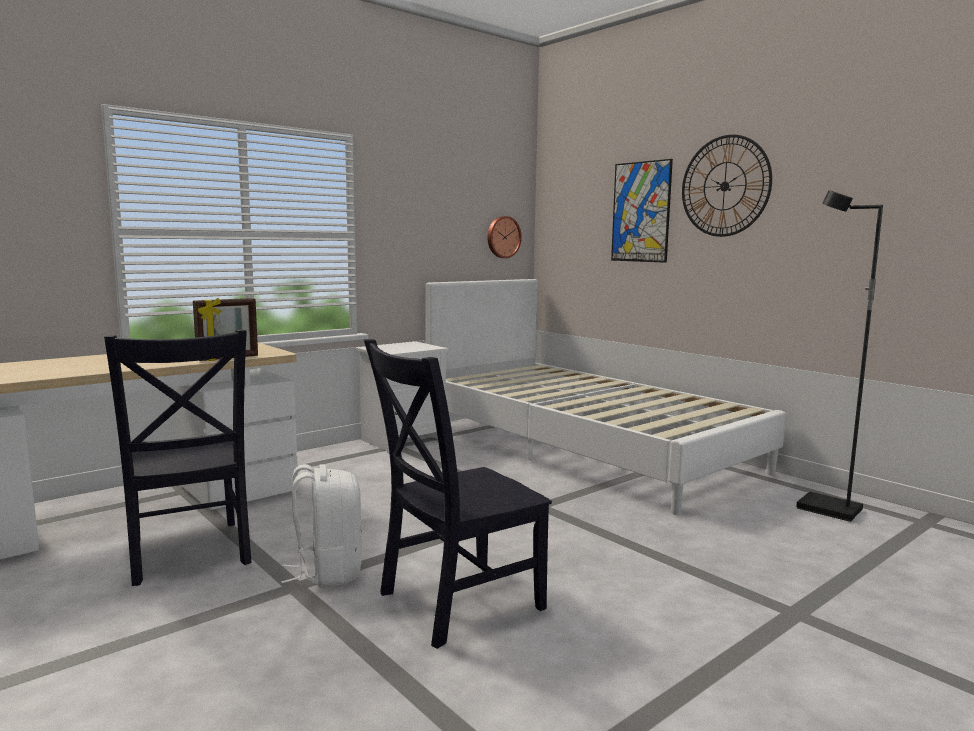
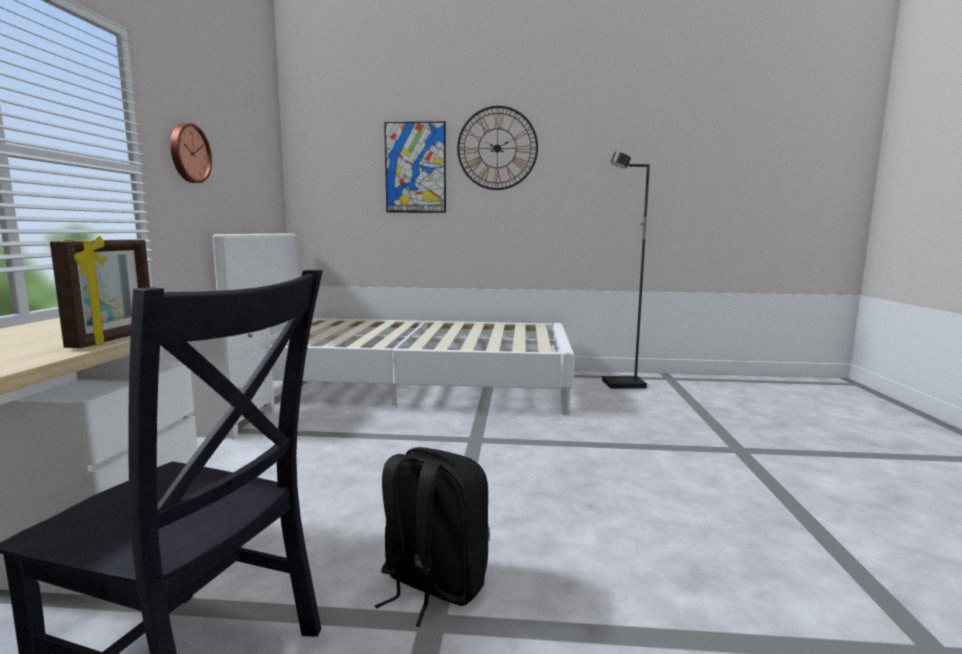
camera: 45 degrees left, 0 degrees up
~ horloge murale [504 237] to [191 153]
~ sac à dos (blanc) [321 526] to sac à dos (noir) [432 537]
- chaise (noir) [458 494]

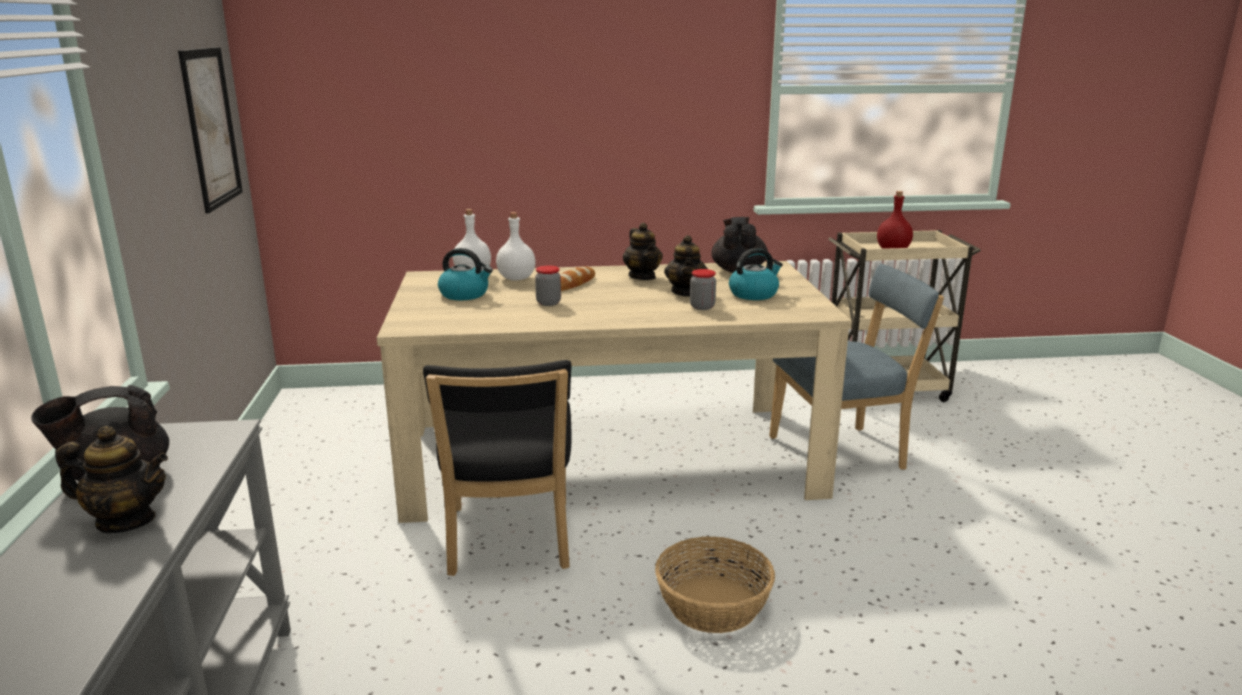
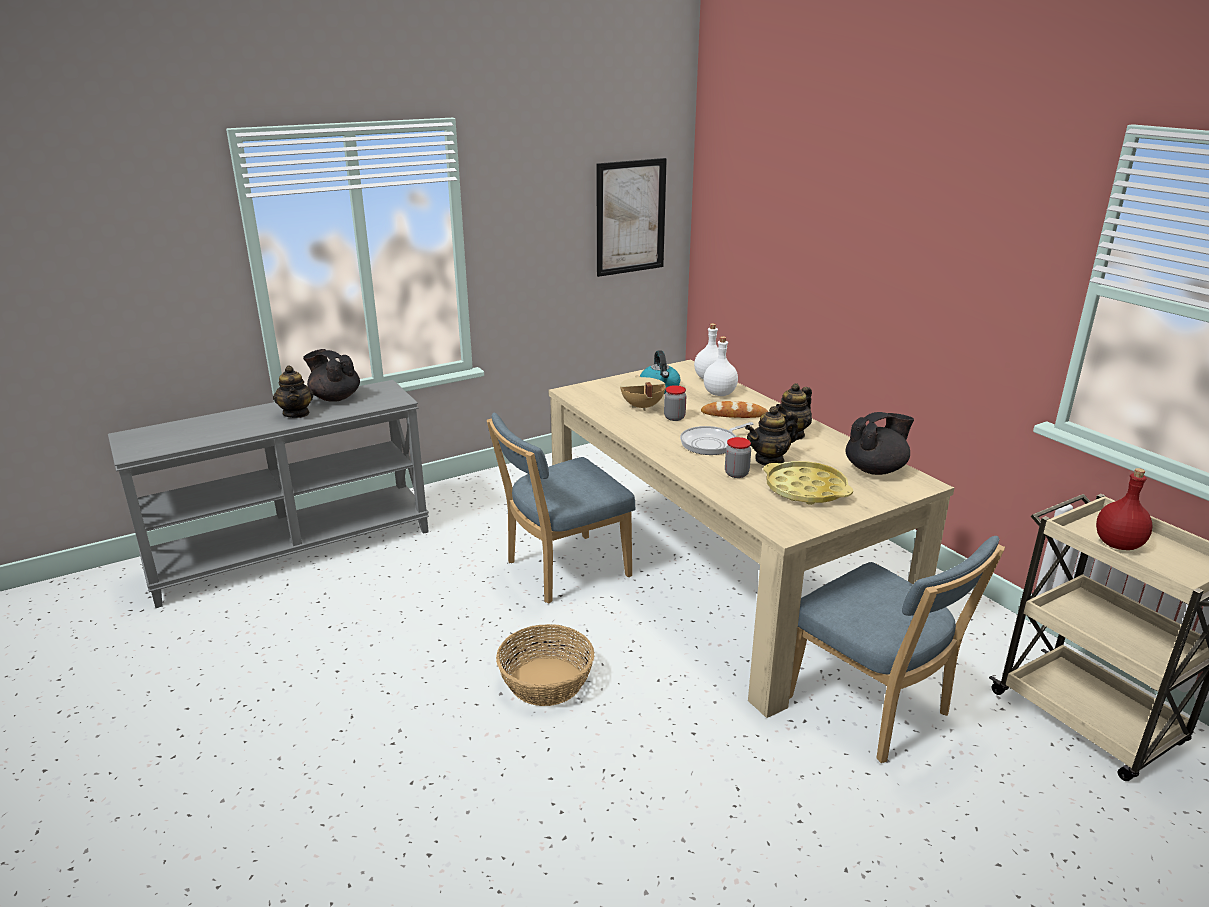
camera: 65 degrees right, 5 degrees up
~ chaise (noir) [497 468] to chaise (bleu) [561 508]
+ marmite (beige) [643 393]
+ poêle [717 438]
~ bouilloire [756 274] to plateau (jaune) [808 483]

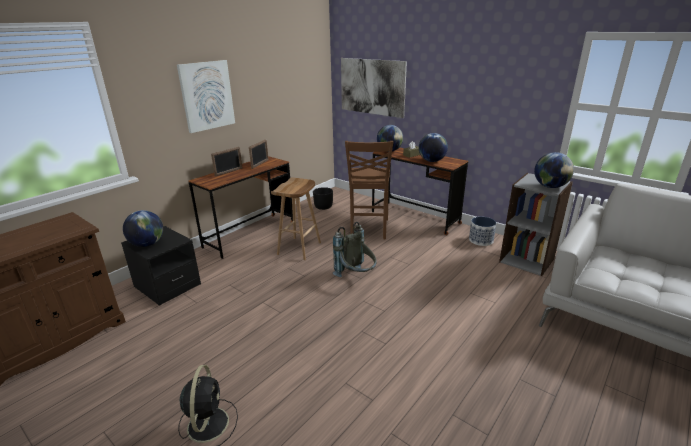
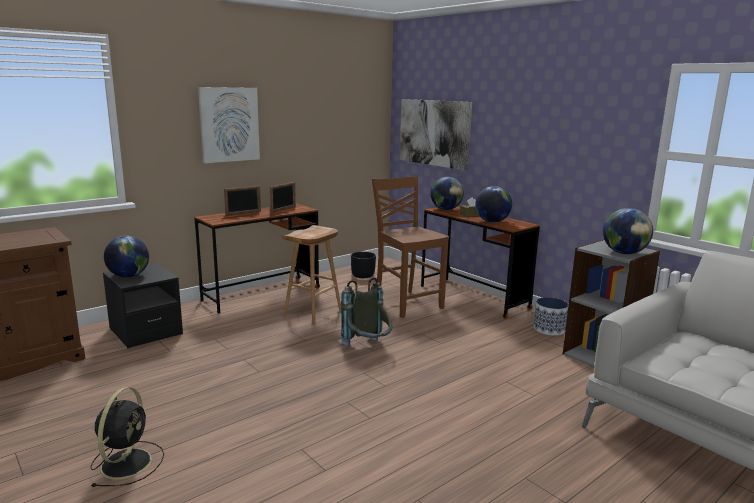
camera: 10 degrees right, 10 degrees down
~ chaise (marron) [369 190] = [410 247] 135 degrees clockwise

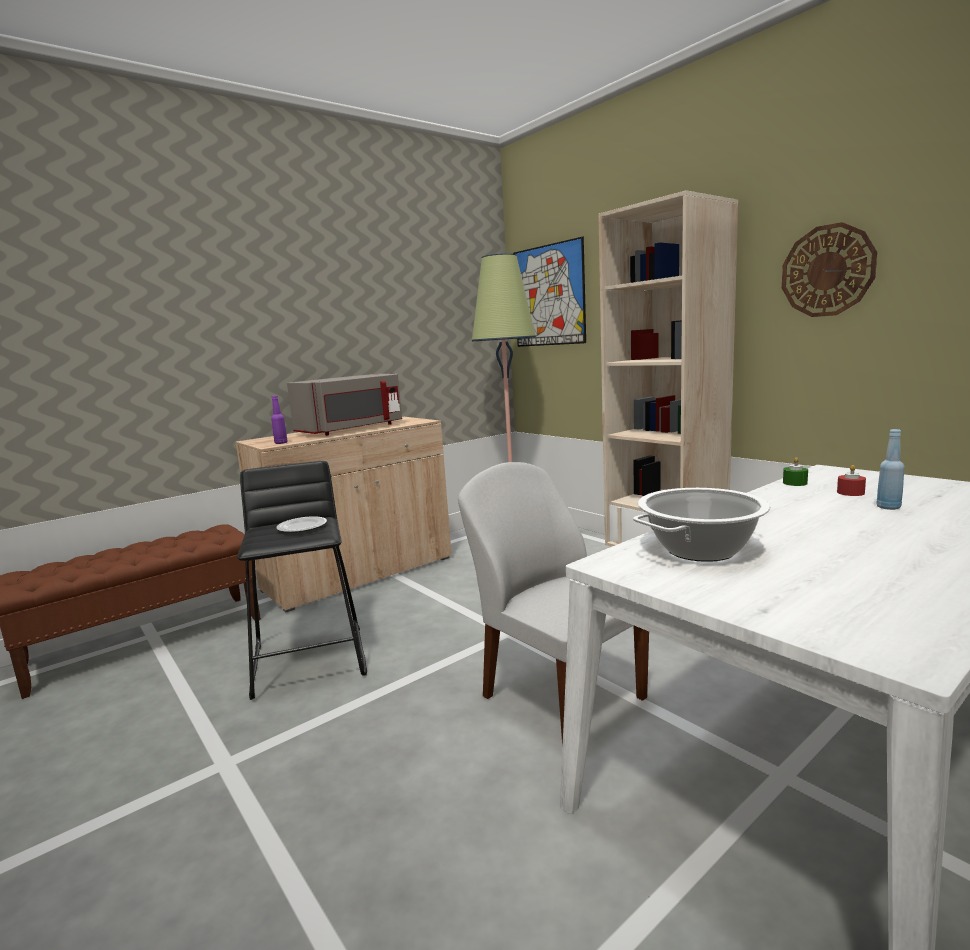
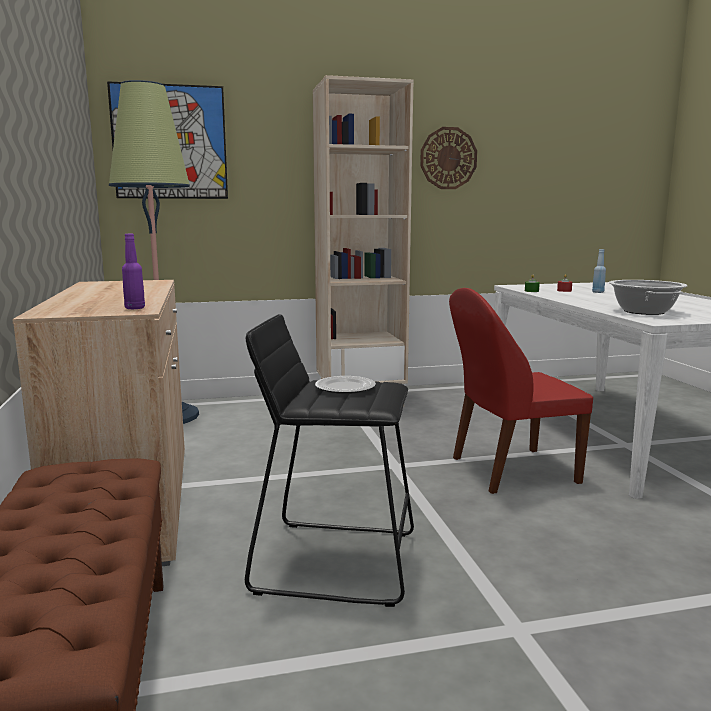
camera: 65 degrees left, 0 degrees up
~ chaise (blanc) [553 604] to chaise (rouge) [521 391]
- micro-ondes (gris) [344 405]

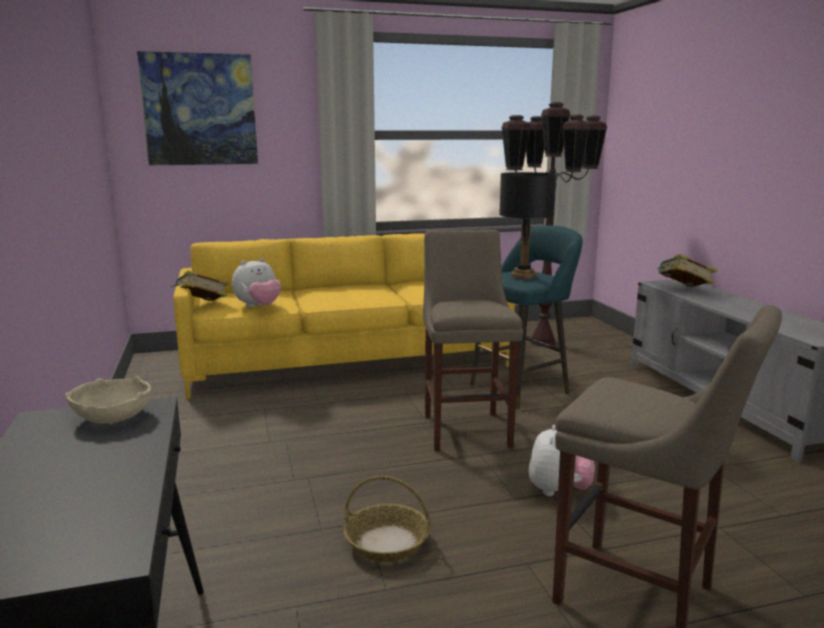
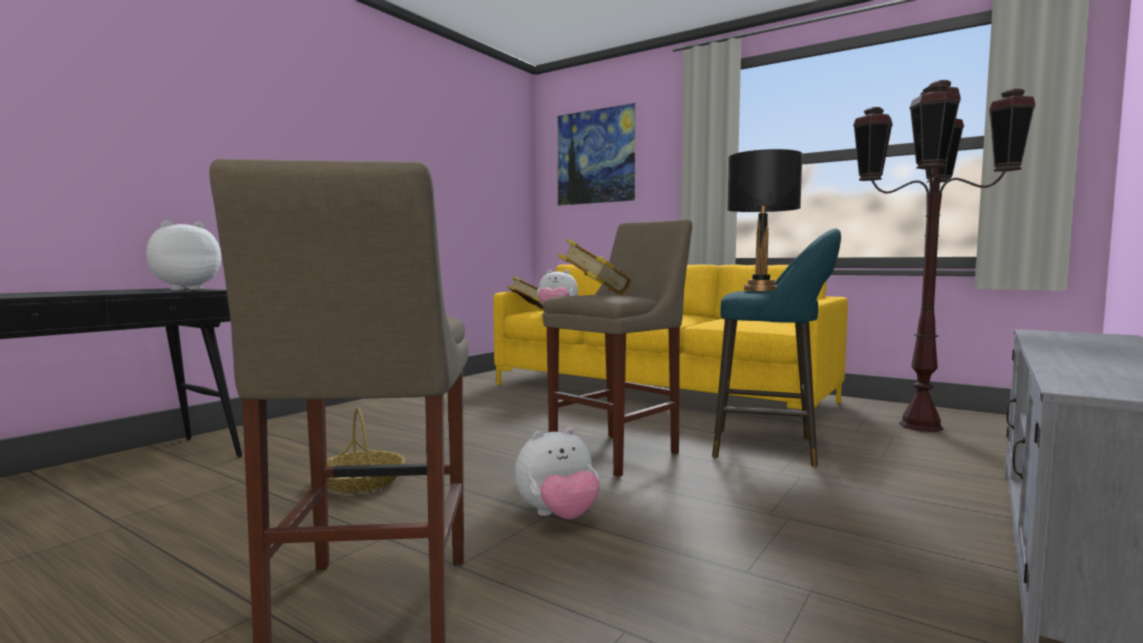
camera: 50 degrees right, 10 degrees down
~ bol (beige) [108 400] to peluche [183 256]
~ livre [687 270] to [594 266]

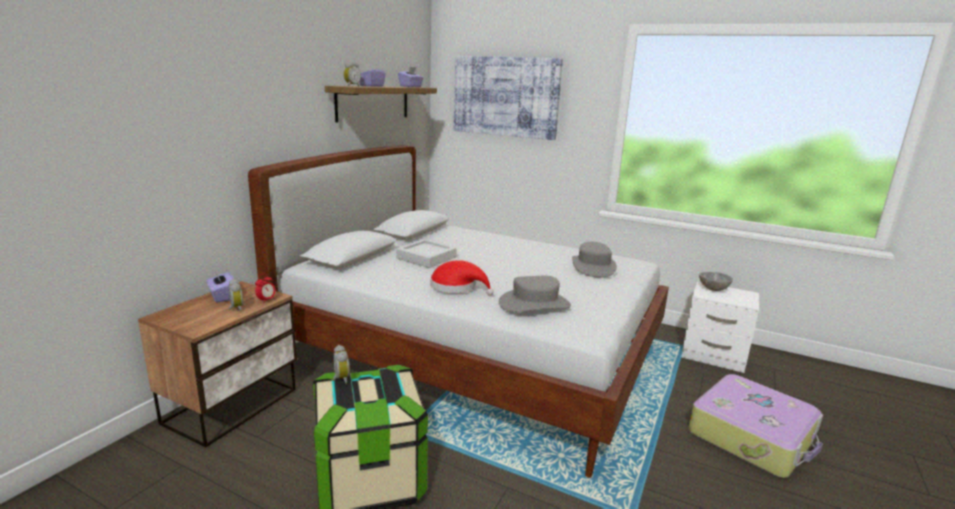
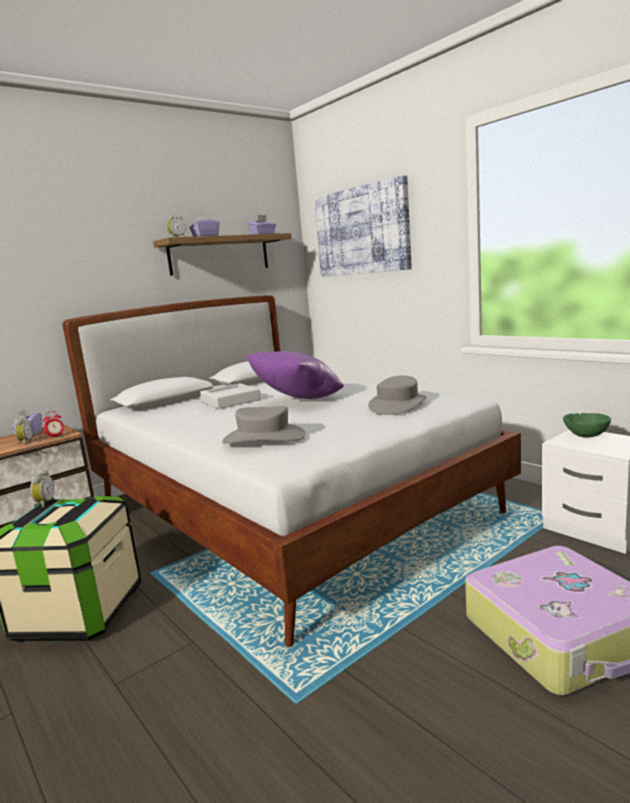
camera: 25 degrees right, 5 degrees down
+ coussin (violet) [295 375]
~ bol (gris) [716 281] to bol (vert) [587 425]
- chapeau (rouge) [461 278]

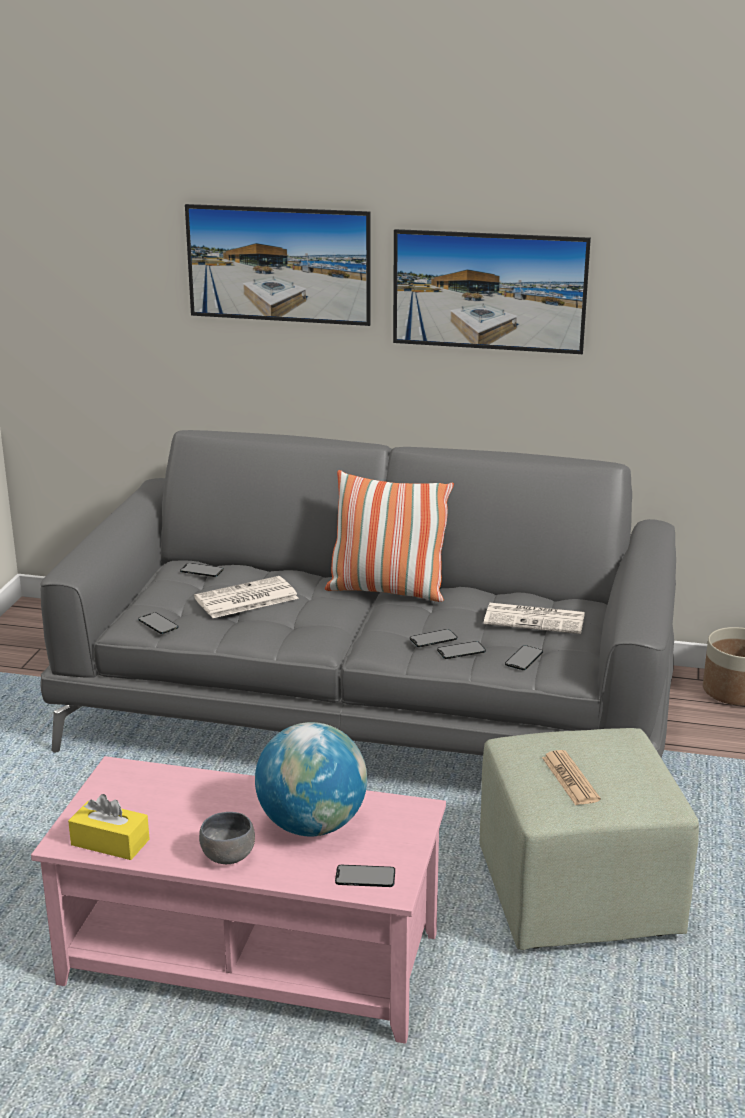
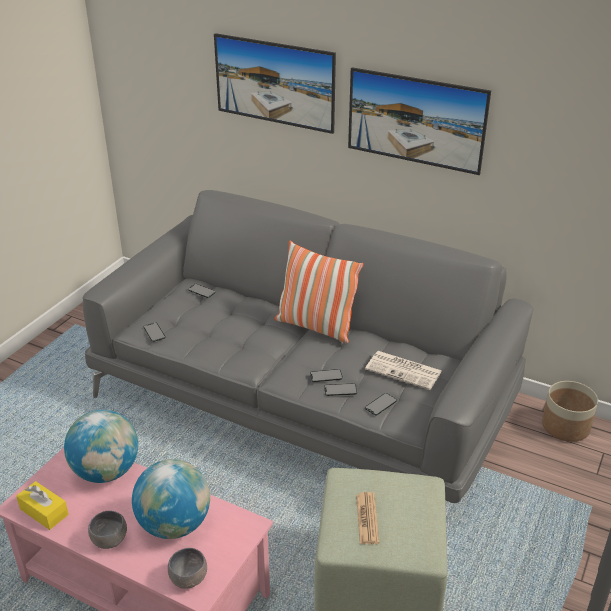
camera: 15 degrees right, 10 degrees up
+ globe [101 446]
~ téléphone [365 876] to bol (gris) [187 568]
- journal [246 597]

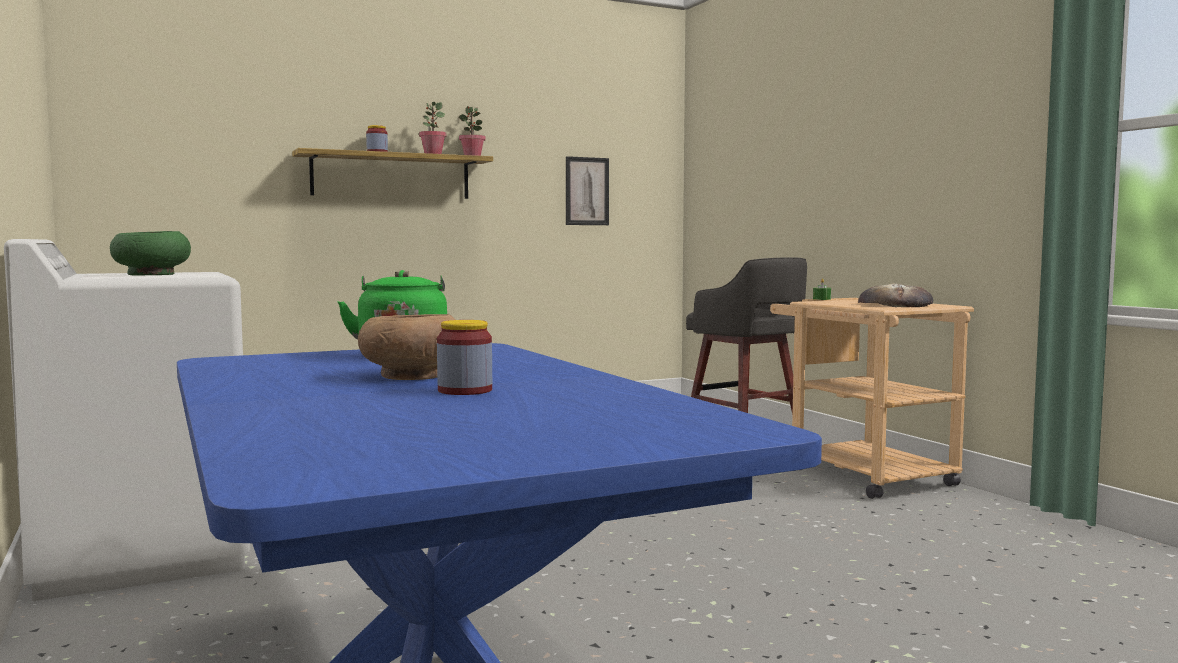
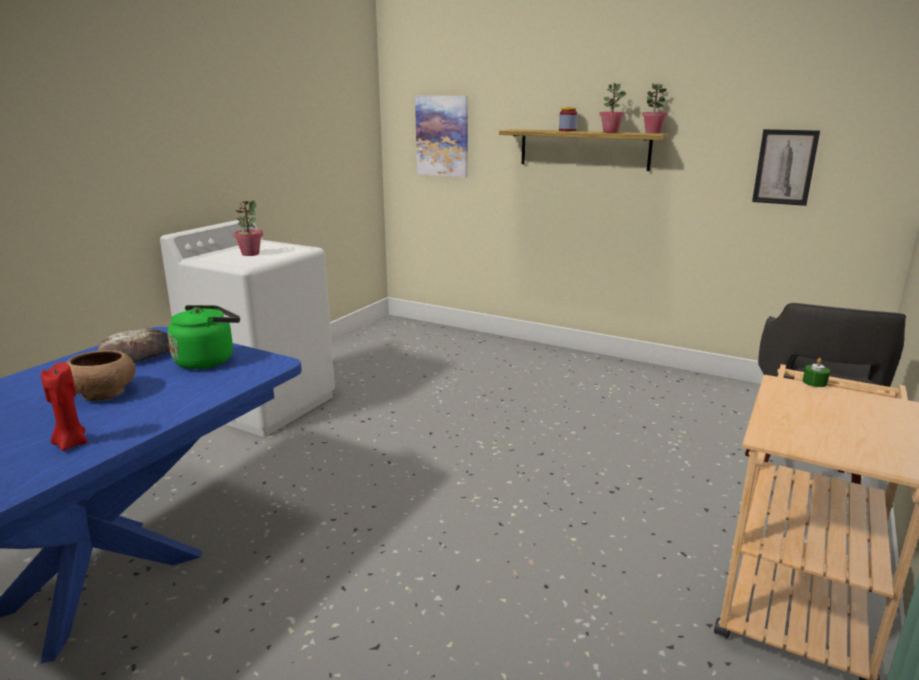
camera: 55 degrees right, 15 degrees up
+ bougie (rouge) [64 406]
~ pain [895 295] to [133 346]
~ bol (vert) [150 253] to plante en pot [248 228]
+ tableau [441 136]
- bocal [464 357]

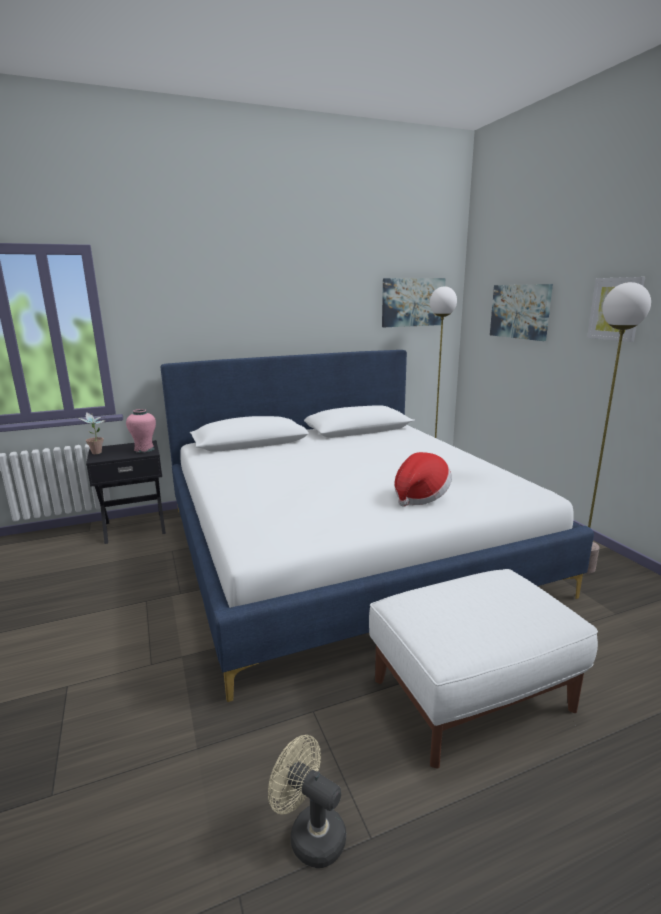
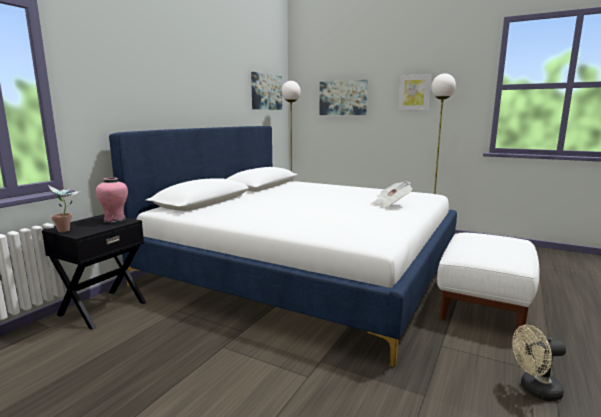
camera: 40 degrees left, 5 degrees down
~ chapeau [423 479] to journal [391 194]

